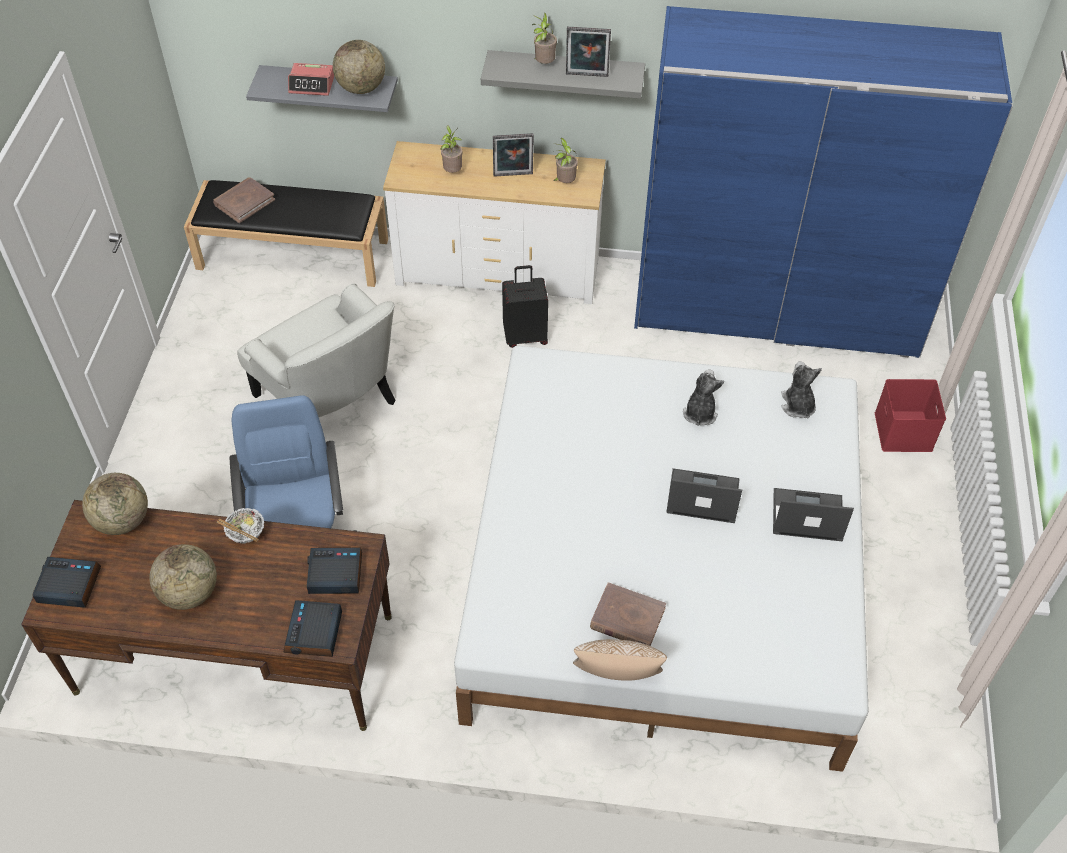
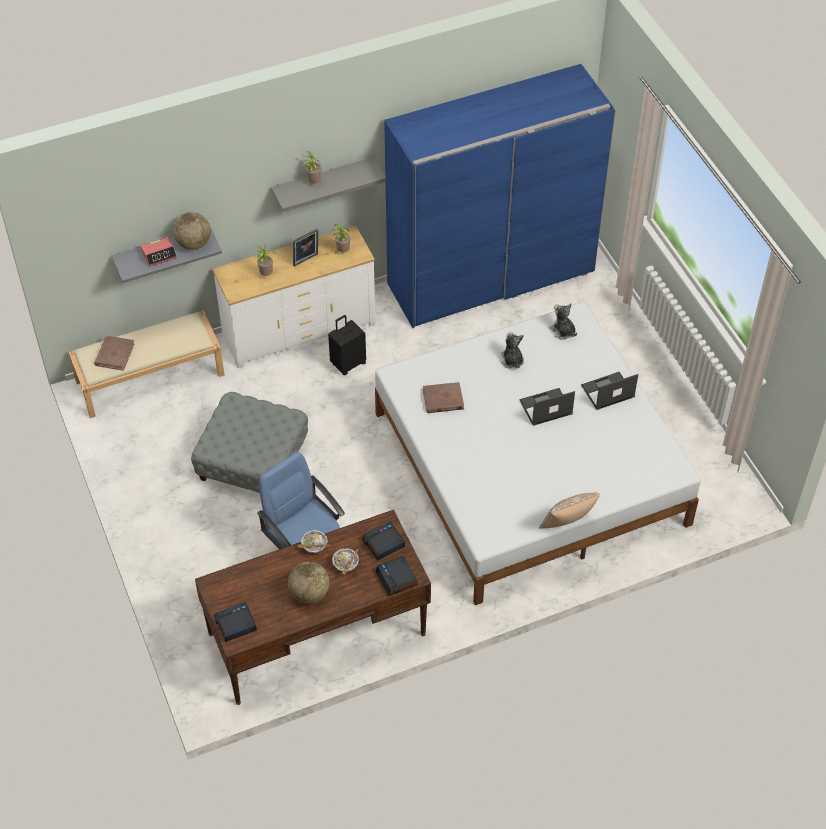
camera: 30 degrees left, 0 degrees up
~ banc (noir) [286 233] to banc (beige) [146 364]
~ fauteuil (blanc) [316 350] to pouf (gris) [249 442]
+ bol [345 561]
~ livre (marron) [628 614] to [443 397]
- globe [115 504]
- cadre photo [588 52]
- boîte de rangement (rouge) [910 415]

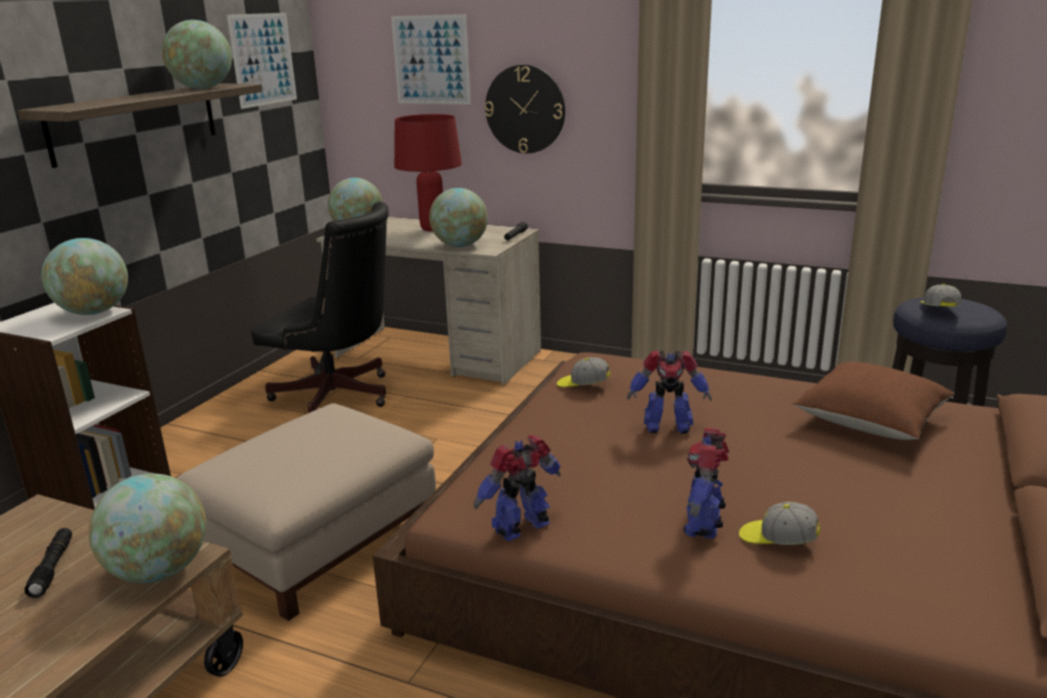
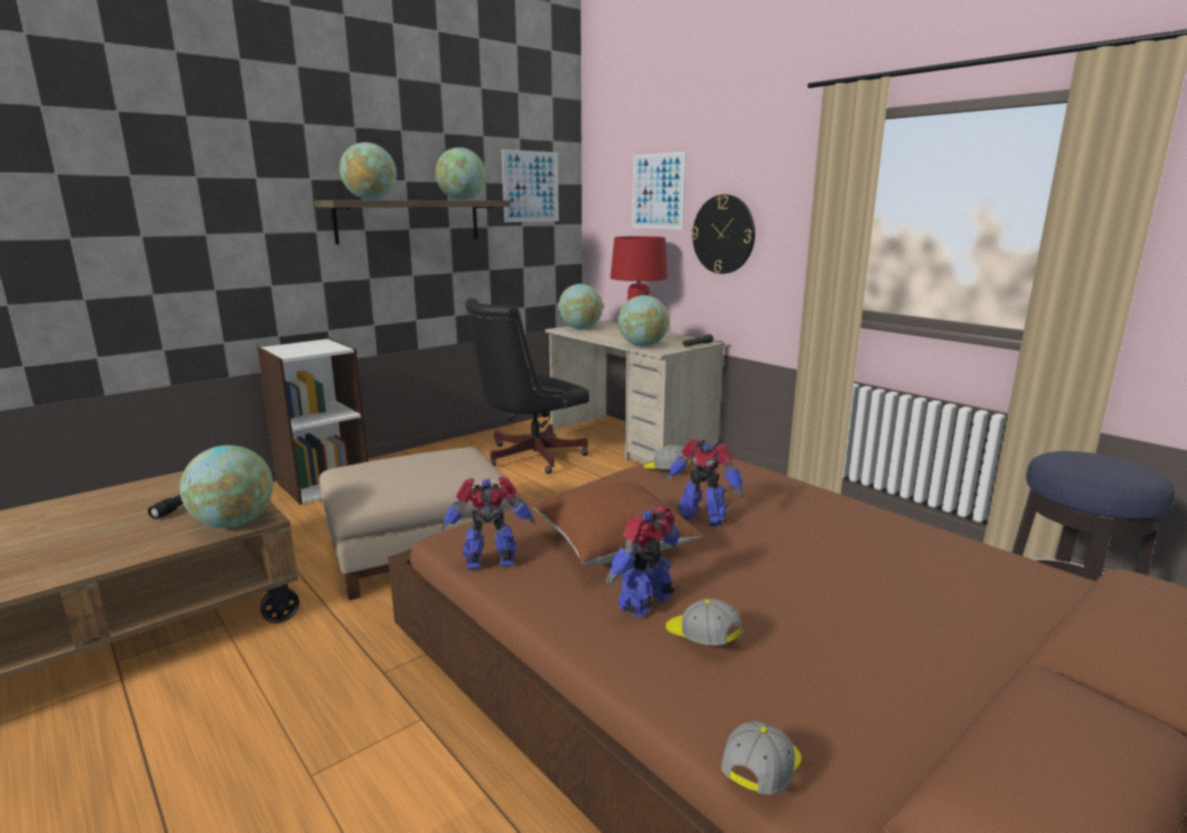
camera: 25 degrees right, 5 degrees down
~ globe [85 276] to [368 171]
~ chaise de bureau (noir) [320 307] = [527 386] 90 degrees clockwise
~ coussin (marron) [874 401] to [618 523]
~ casquette [940 295] to [761 758]

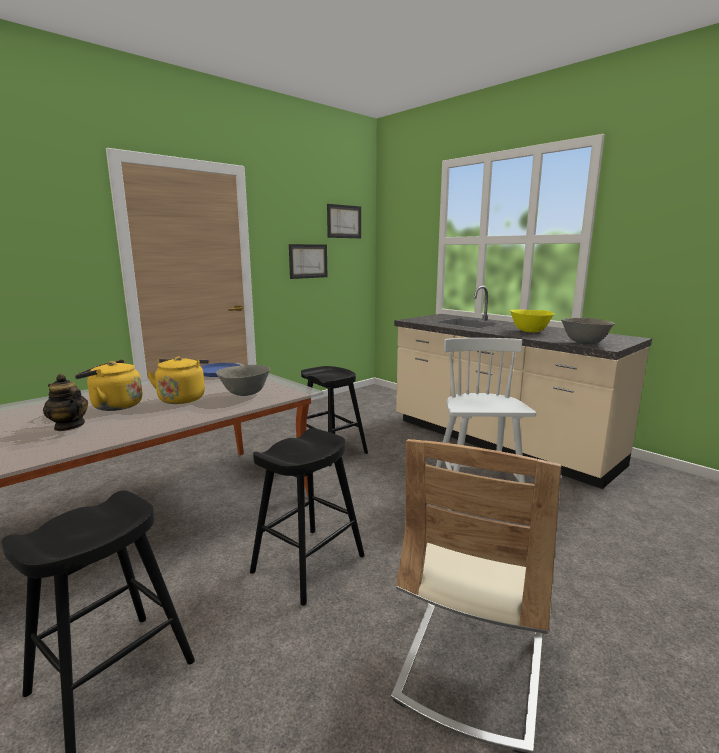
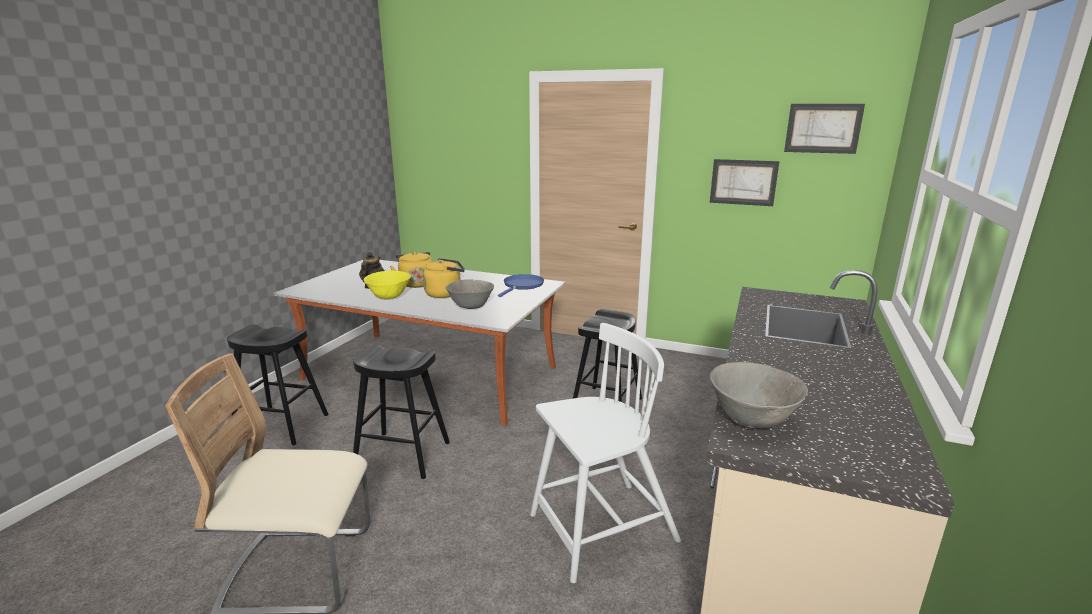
camera: 65 degrees right, 5 degrees up
~ bol (jaune) [532 321] to [387 285]

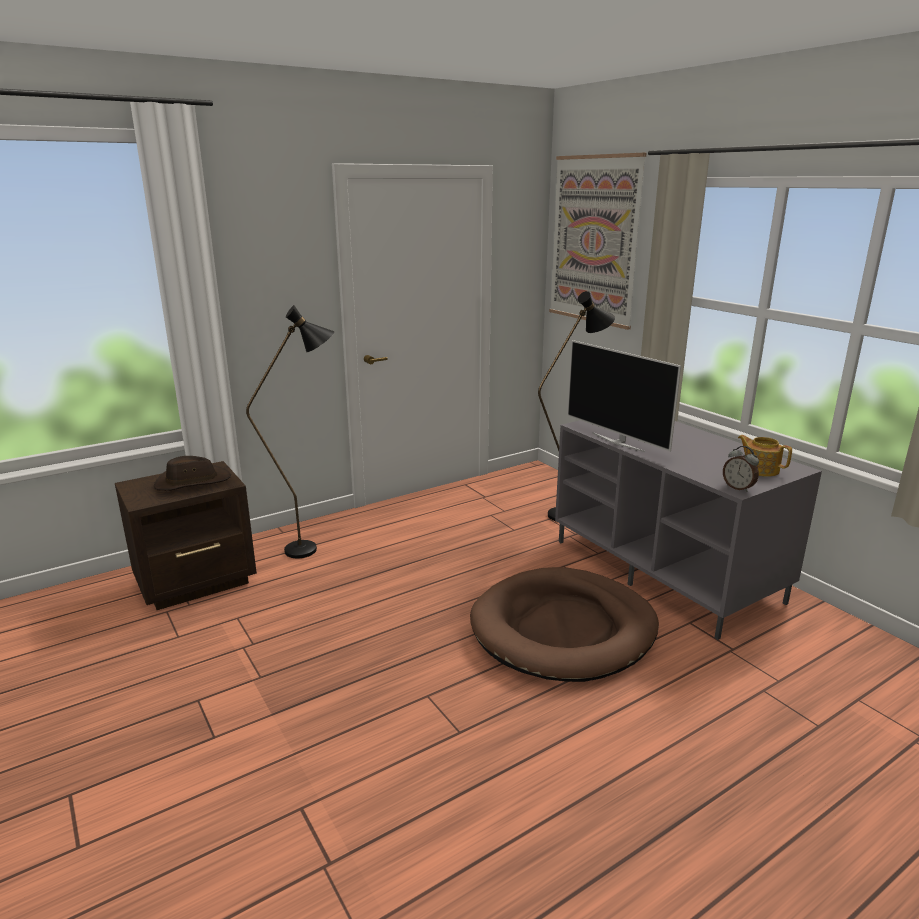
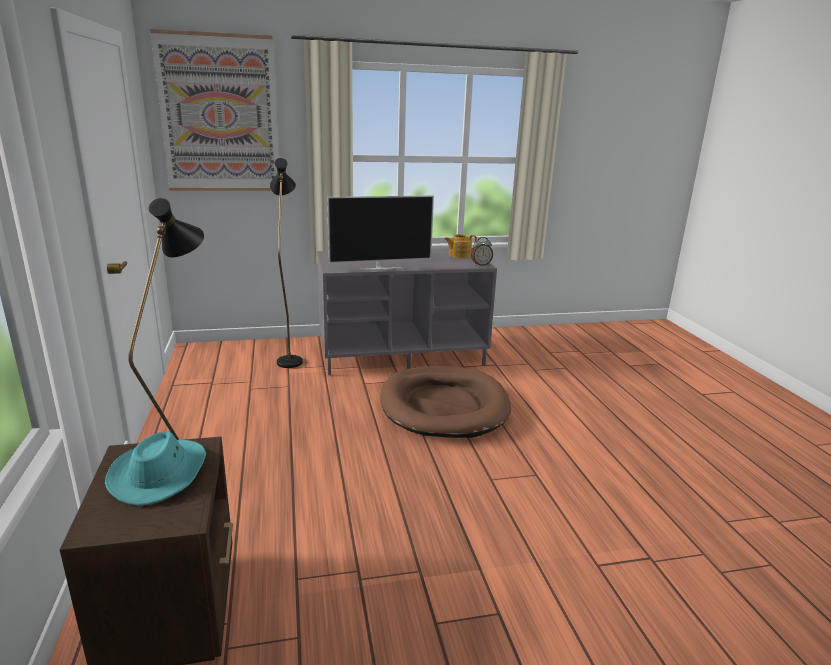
camera: 70 degrees left, 0 degrees up
~ chapeau (marron) [192 473] to chapeau (turquoise) [155 469]

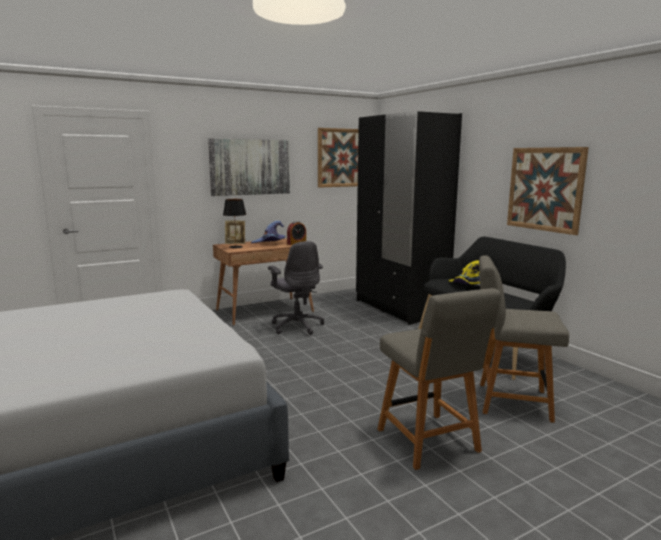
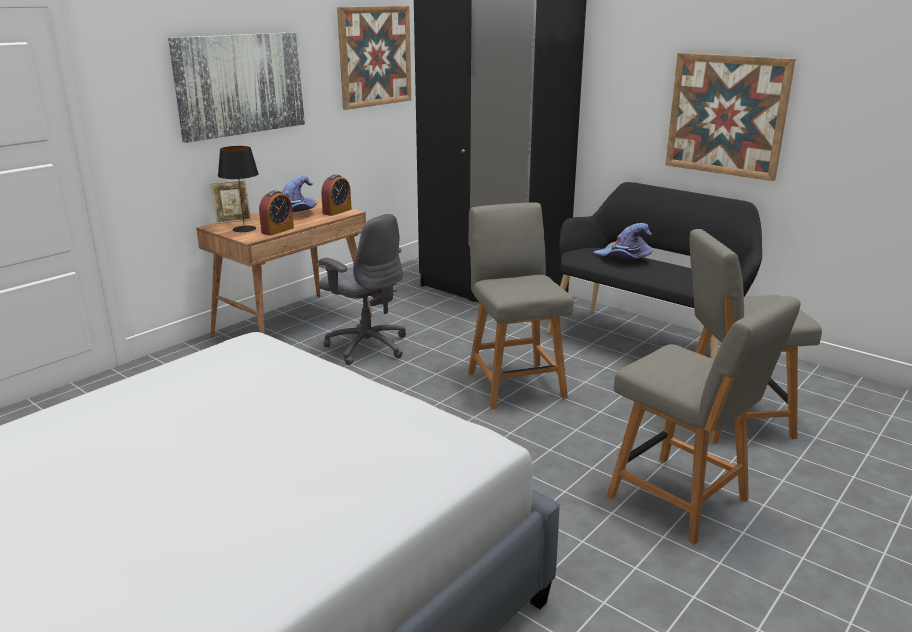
camera: 20 degrees left, 10 degrees up
+ réveil [276 213]
+ chaise (gris) [521 305]
~ chapeau (jaune) [464 273] to chapeau (violet) [623 241]

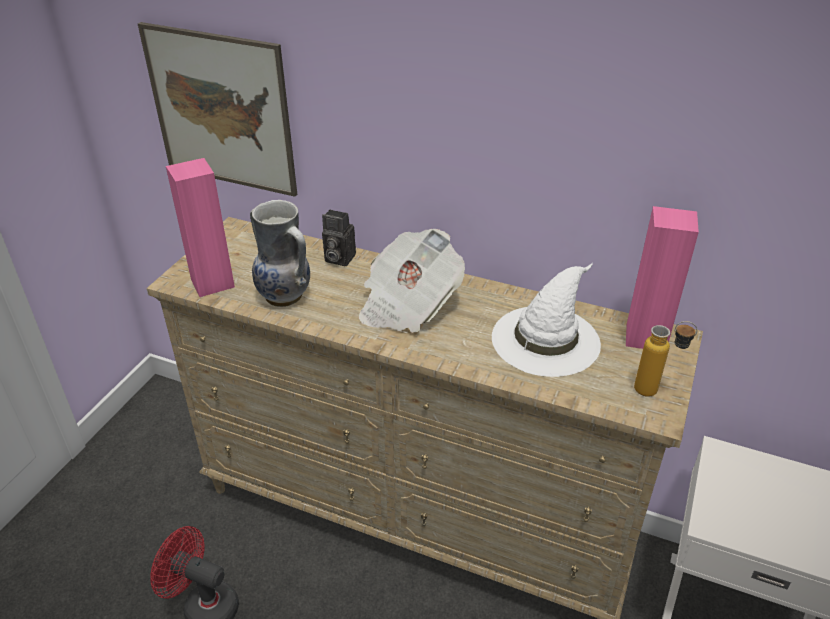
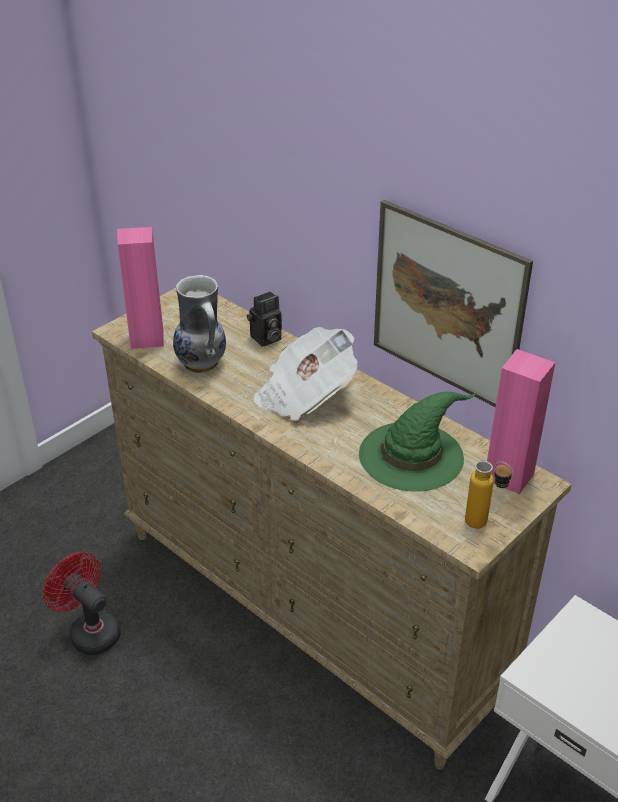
camera: 20 degrees right, 0 degrees up
~ appareil photo [339 238] = [264 319] 75 degrees counterclockwise
~ chapeau (blanc) [546 320] to chapeau (vert) [418 441]
~ tableau [217 109] to [453 303]

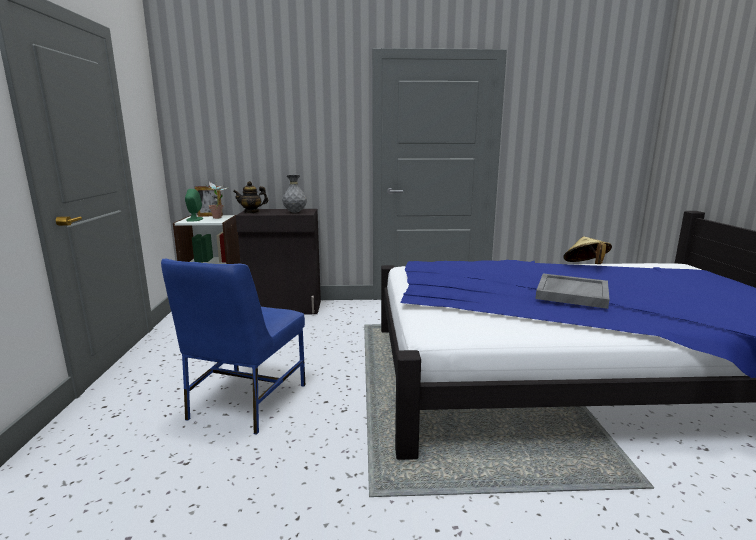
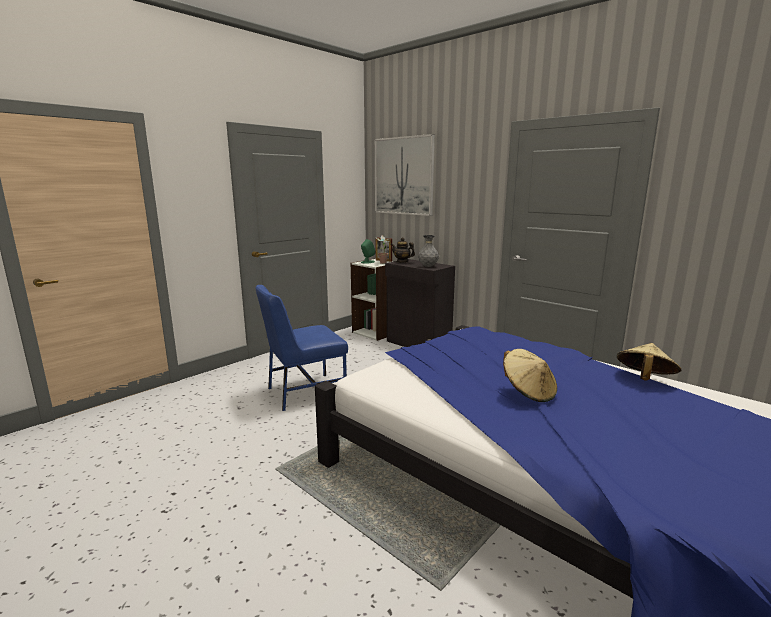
camera: 45 degrees right, 0 degrees up
+ tableau [405 175]
~ plateau (gris) [573 291] to chapeau (beige) [530 375]

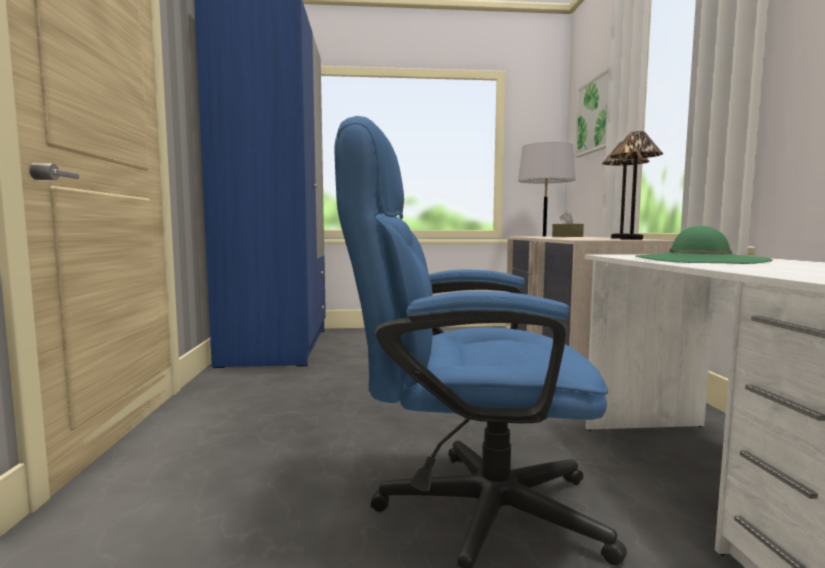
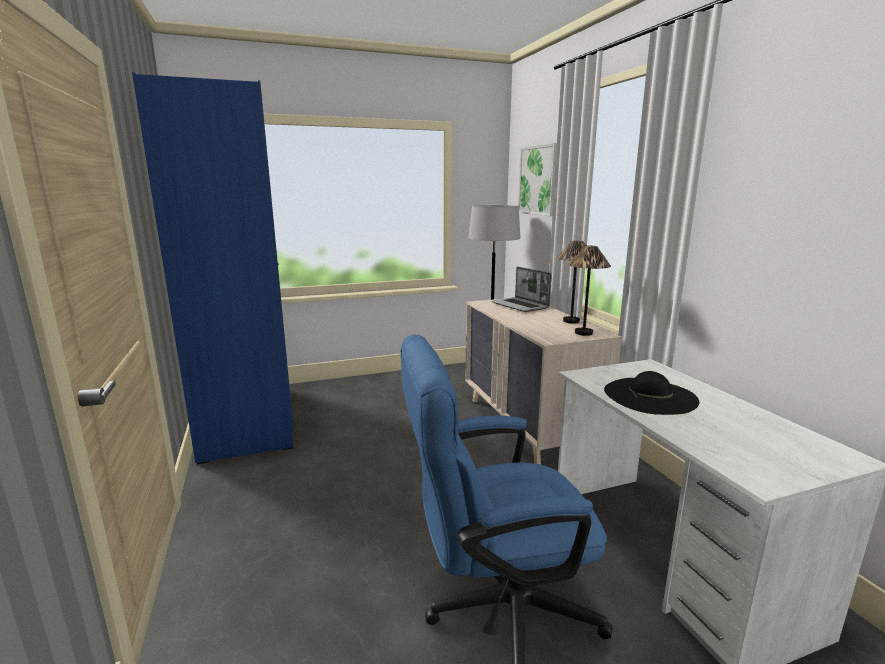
camera: 15 degrees left, 10 degrees up
~ boîte à mouchoirs (marron) [568 224] to ordinateur portable [521 289]
~ chapeau (vert) [703 245] to chapeau (noir) [652 393]

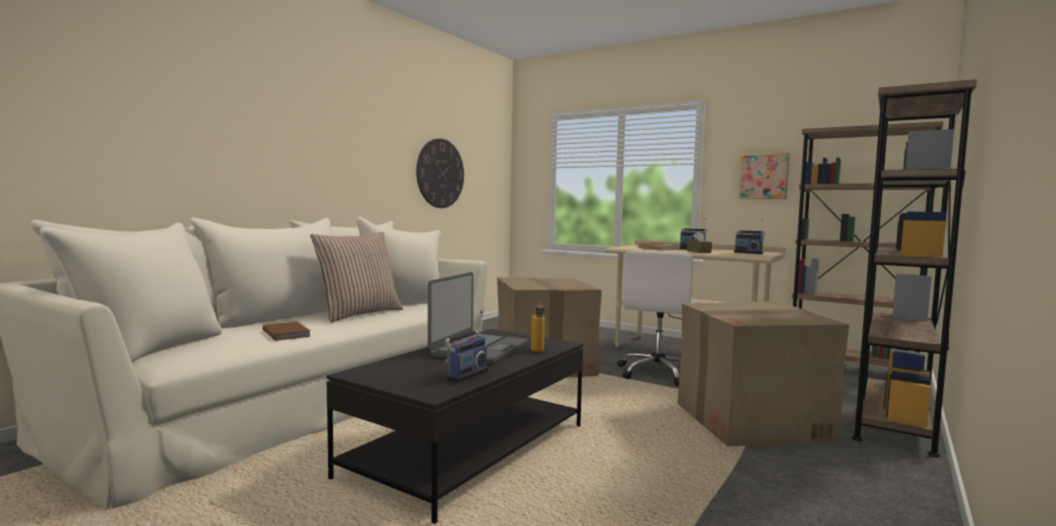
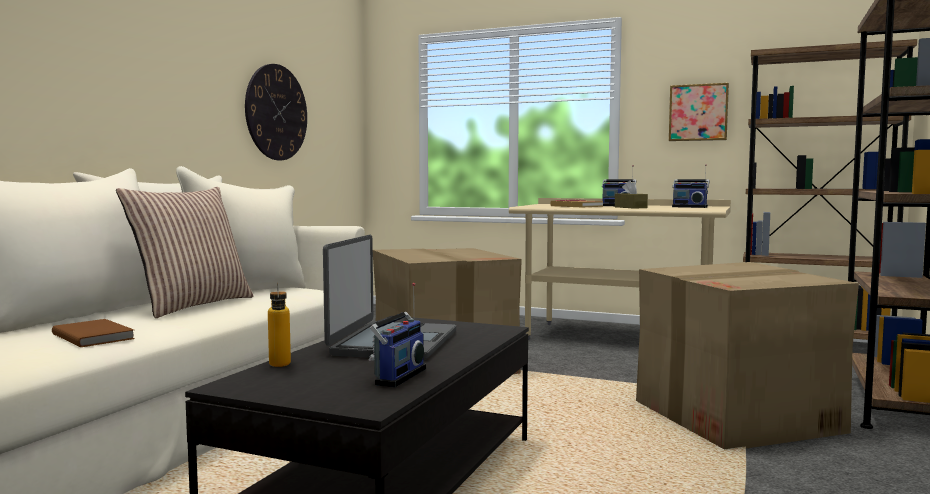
camera: 10 degrees left, 0 degrees up
~ bouteille [538 326] to [279 325]
- chaise de bureau (blanc) [657 318]

